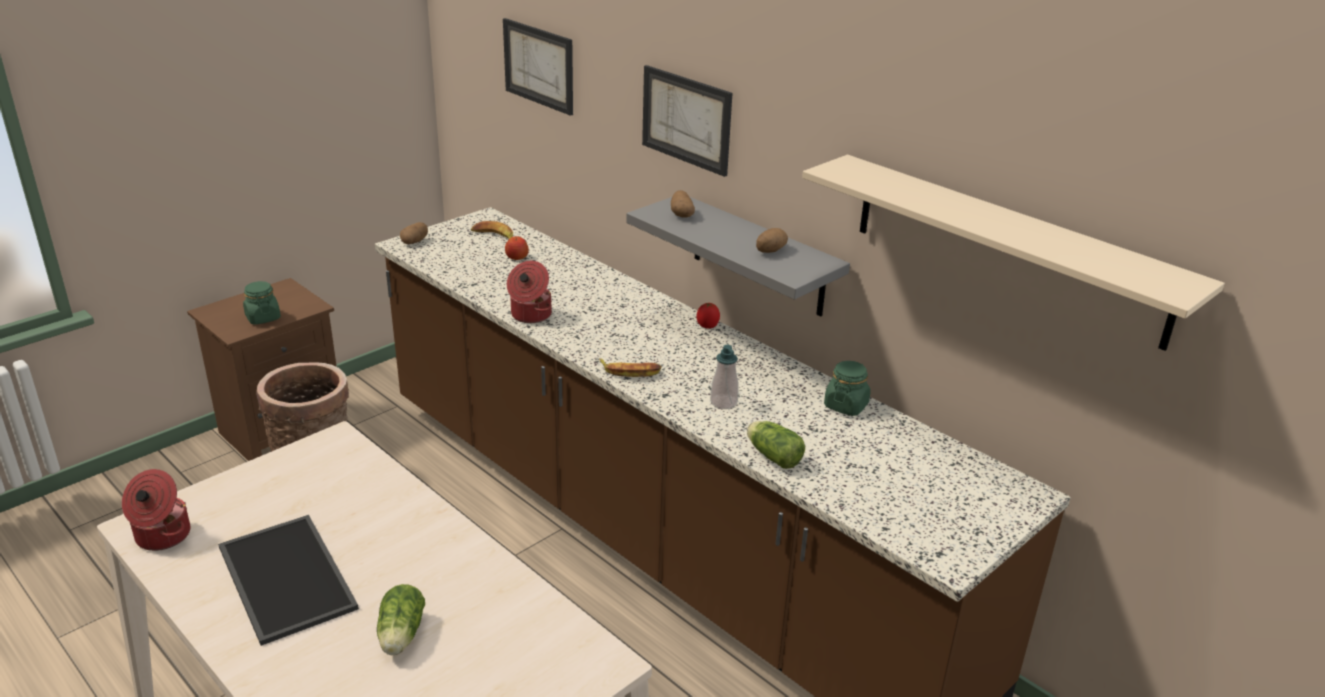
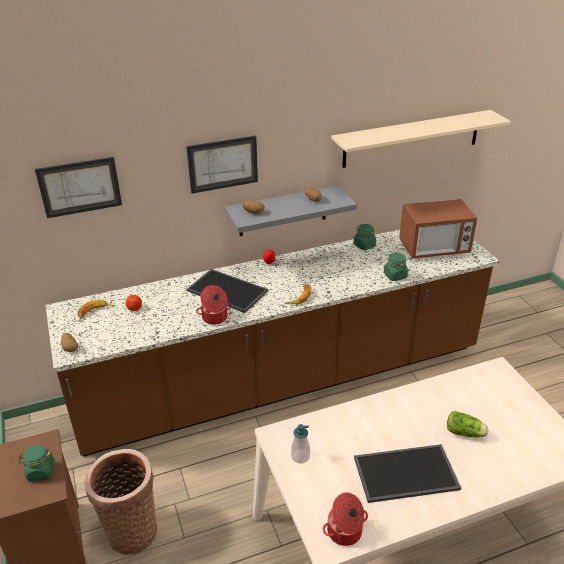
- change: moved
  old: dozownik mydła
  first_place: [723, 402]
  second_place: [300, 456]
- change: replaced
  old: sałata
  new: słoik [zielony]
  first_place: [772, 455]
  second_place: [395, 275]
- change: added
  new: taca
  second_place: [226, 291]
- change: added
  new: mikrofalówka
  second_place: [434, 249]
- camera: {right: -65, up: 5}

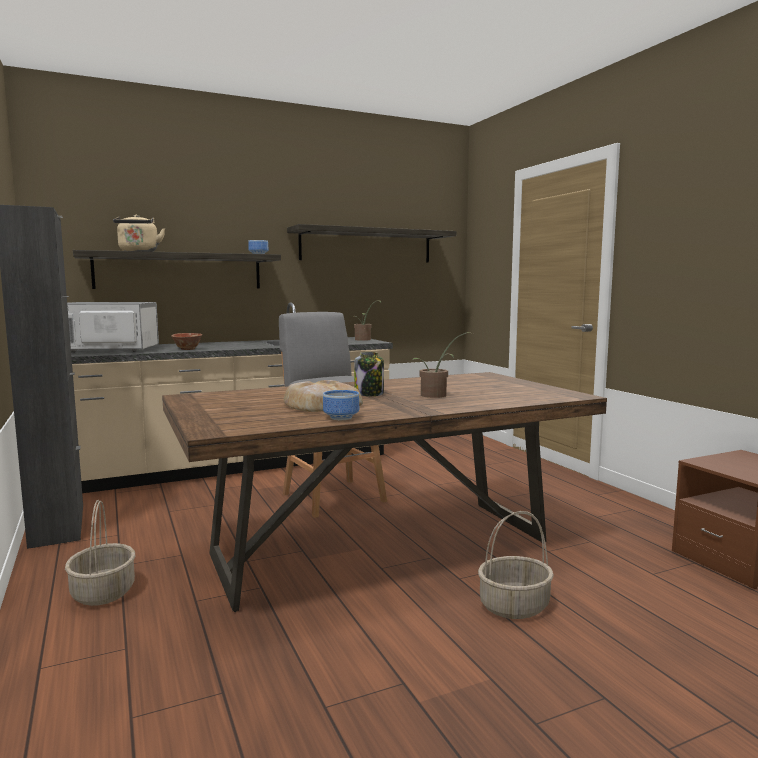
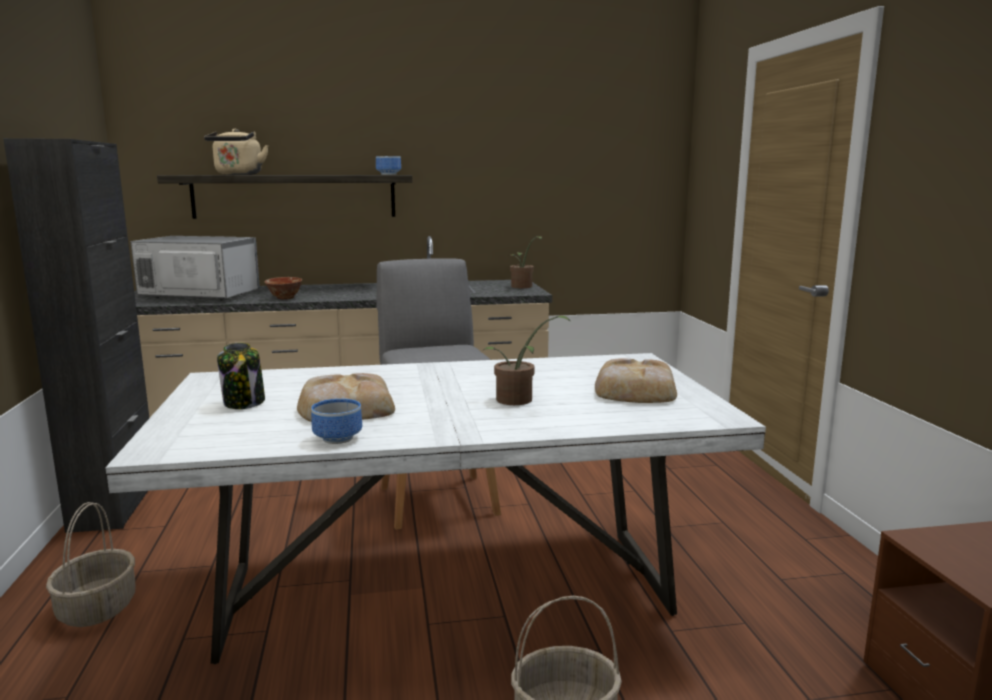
- change: recoloured
  old: stół jadalny [brązowy]
  new: stół jadalny [biały]
  first_place: [382, 548]
  second_place: [449, 591]
- change: removed
  old: półka
  first_place: [366, 246]
- change: moved
  old: słoik
  first_place: [369, 394]
  second_place: [244, 403]
- change: added
  new: chleb
  second_place: [634, 391]
- camera: {right: 15, up: 5}

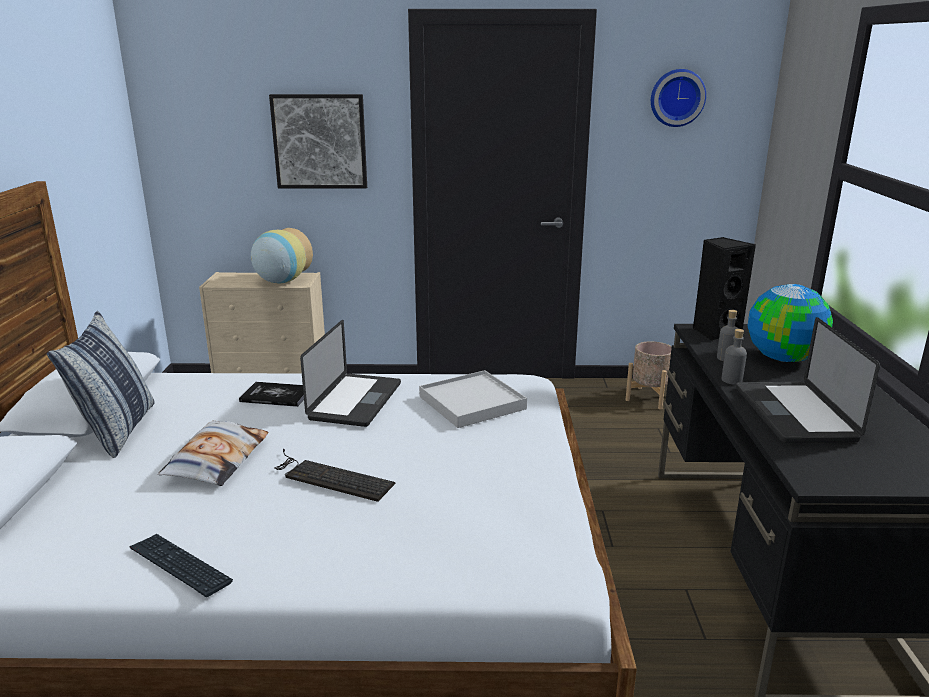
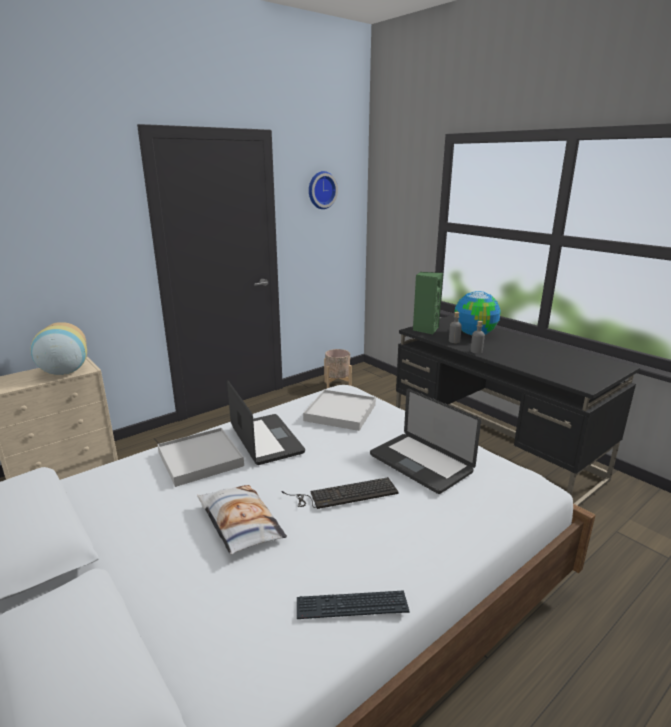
- change: removed
  old: poduszka
  first_place: [117, 430]
- change: replaced
  old: książka
  new: taca [biały]
  first_place: [276, 396]
  second_place: [200, 459]
- change: removed
  old: obraz
  first_place: [320, 141]
- change: recoloured
  old: głośnik [czarny]
  new: głośnik [zielony]
  first_place: [715, 332]
  second_place: [425, 329]
- change: moved
  old: laptop
  first_place: [794, 414]
  second_place: [420, 463]
- camera: {right: -40, up: 0}

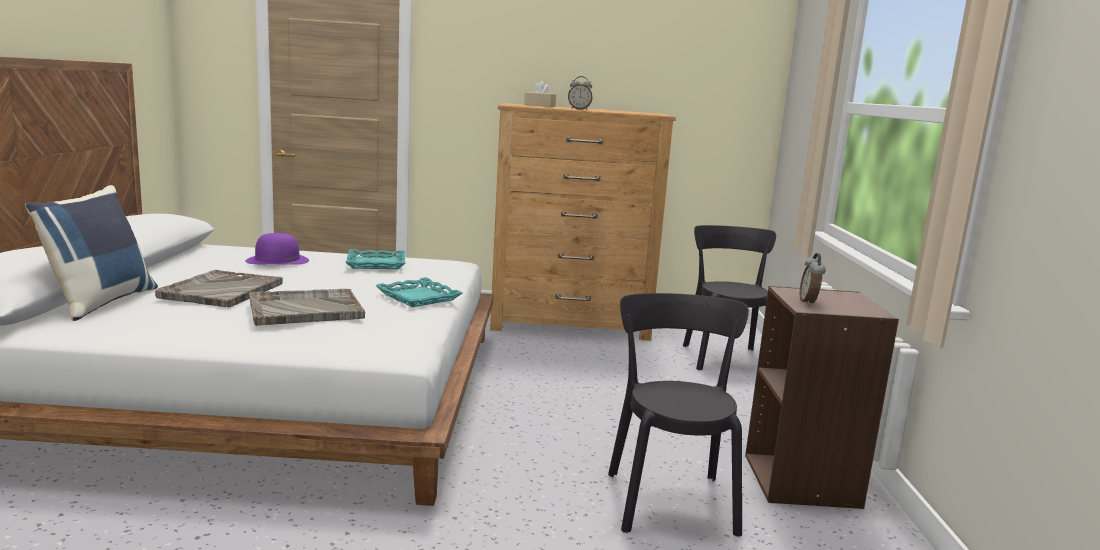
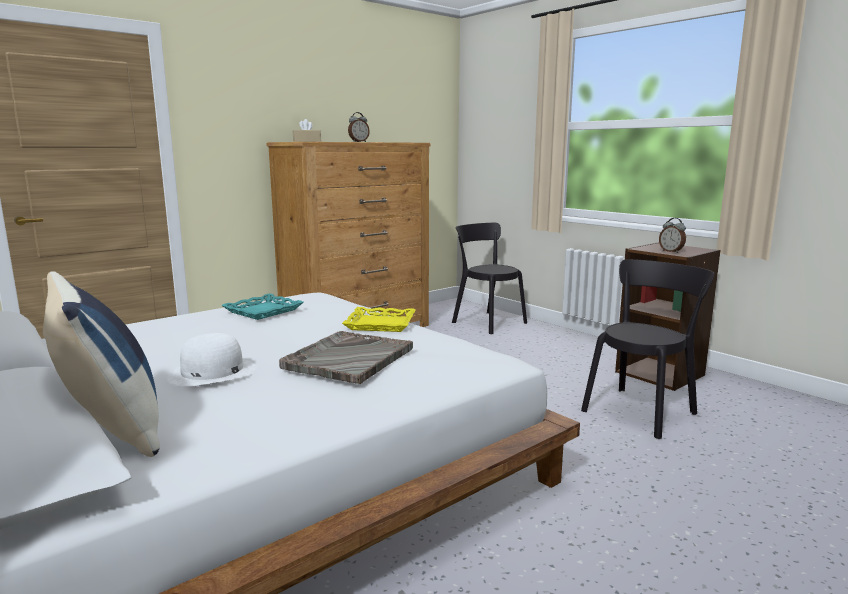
- change: replaced
  old: taca [szary]
  new: kapelusz [biały]
  first_place: [221, 291]
  second_place: [212, 372]
- change: removed
  old: kapelusz [fioletowy]
  first_place: [277, 260]
- change: recoloured
  old: taca [turkusowy]
  new: taca [żółty]
  first_place: [418, 297]
  second_place: [380, 324]
- change: turned
  old: krzesło [czarny]
  first_place: [670, 499]
  second_place: [641, 410]
  degrees: 90
- camera: {right: -40, up: 0}

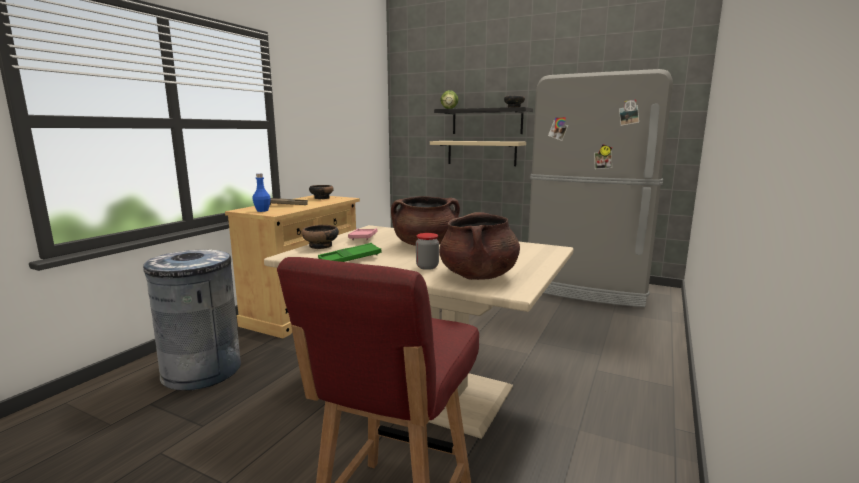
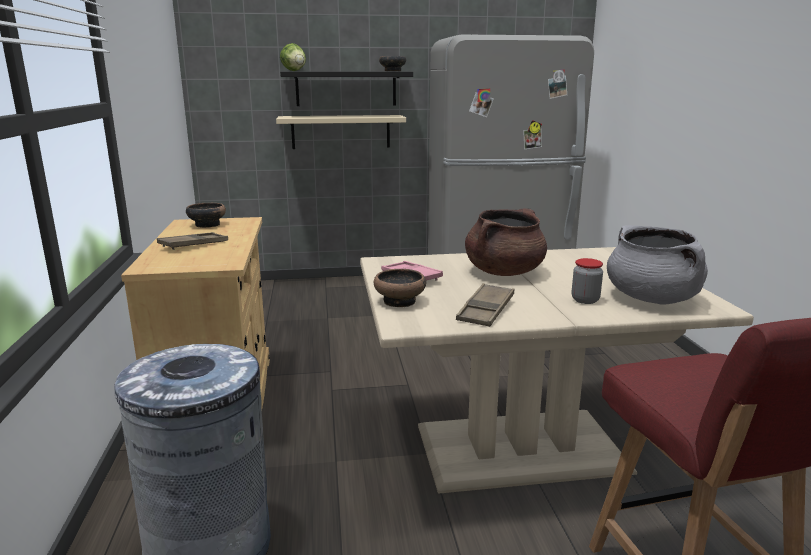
- change: removed
  old: butelka [niebieski]
  first_place: [262, 211]
- change: recoloured
  old: taca [zielony]
  new: taca [brązowy]
  first_place: [350, 259]
  second_place: [486, 310]
- change: recoloured
  old: garnek [brązowy]
  new: garnek [szary]
  first_place: [478, 276]
  second_place: [652, 298]
- camera: {right: -35, up: 5}

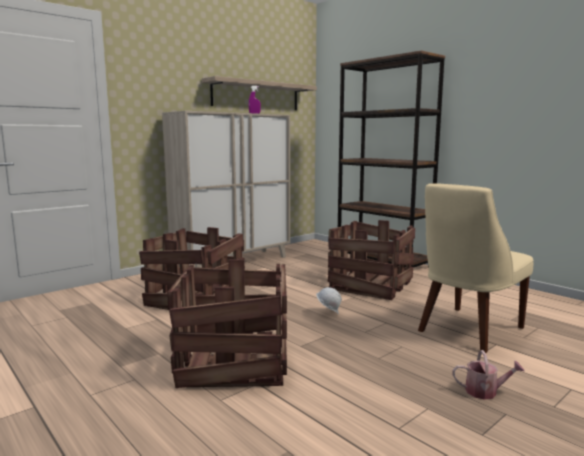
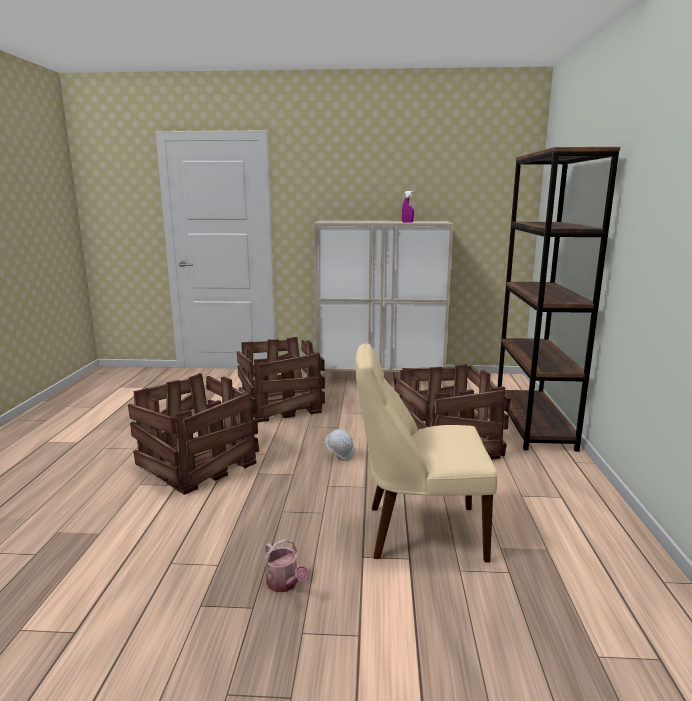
- change: removed
  old: półka
  first_place: [256, 95]
- camera: {right: 45, up: 5}

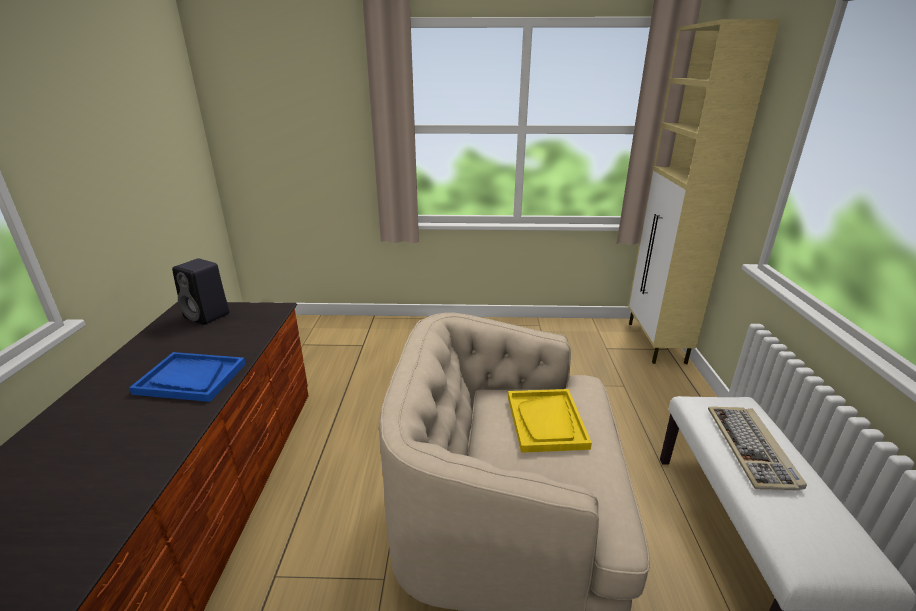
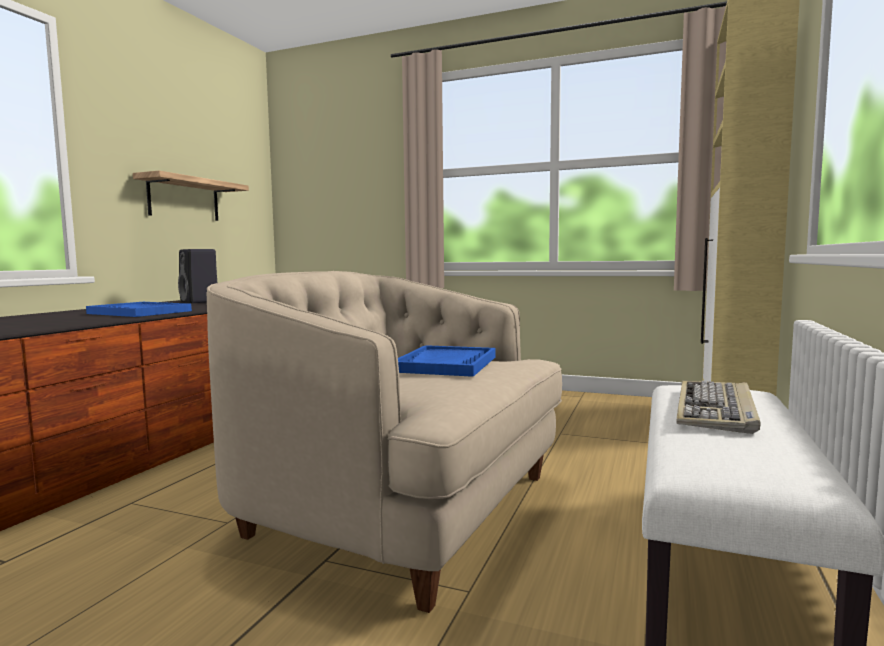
- change: recoloured
  old: taca [żółty]
  new: taca [niebieski]
  first_place: [546, 421]
  second_place: [446, 364]
- change: added
  new: półka
  second_place: [184, 199]
- camera: {right: 20, up: -20}

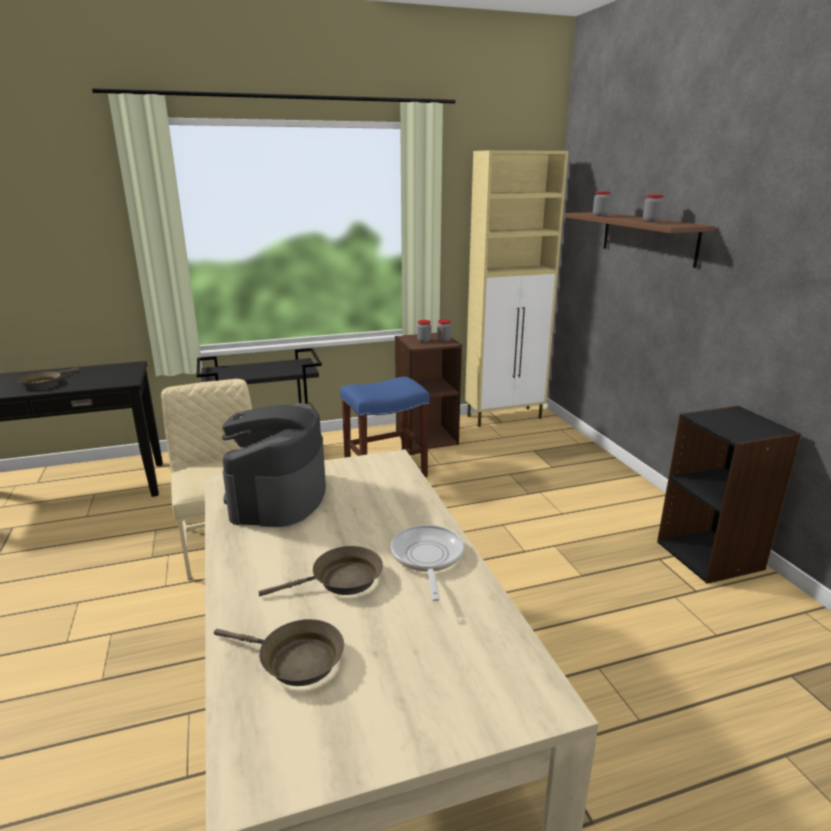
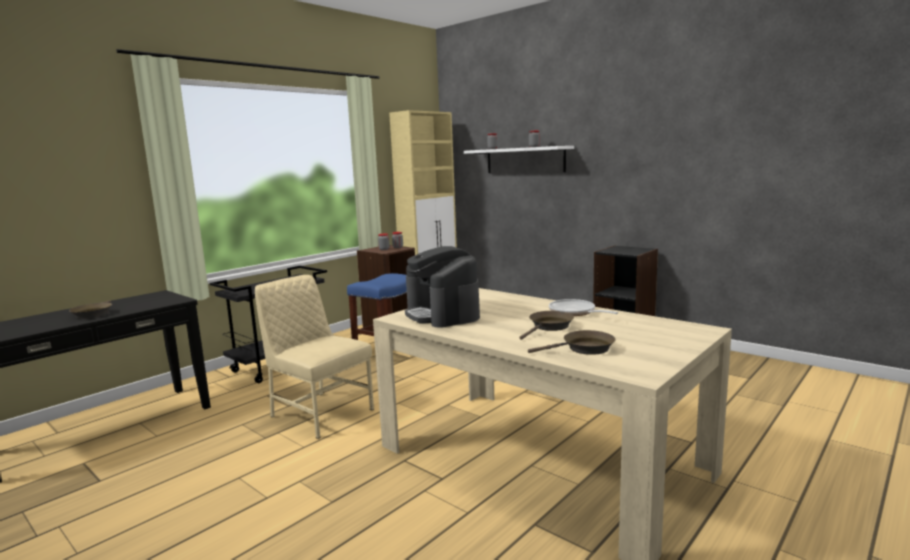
- change: recoloured
  old: półka [brązowy]
  new: półka [biały]
  first_place: [648, 237]
  second_place: [525, 160]
- camera: {right: -30, up: -10}

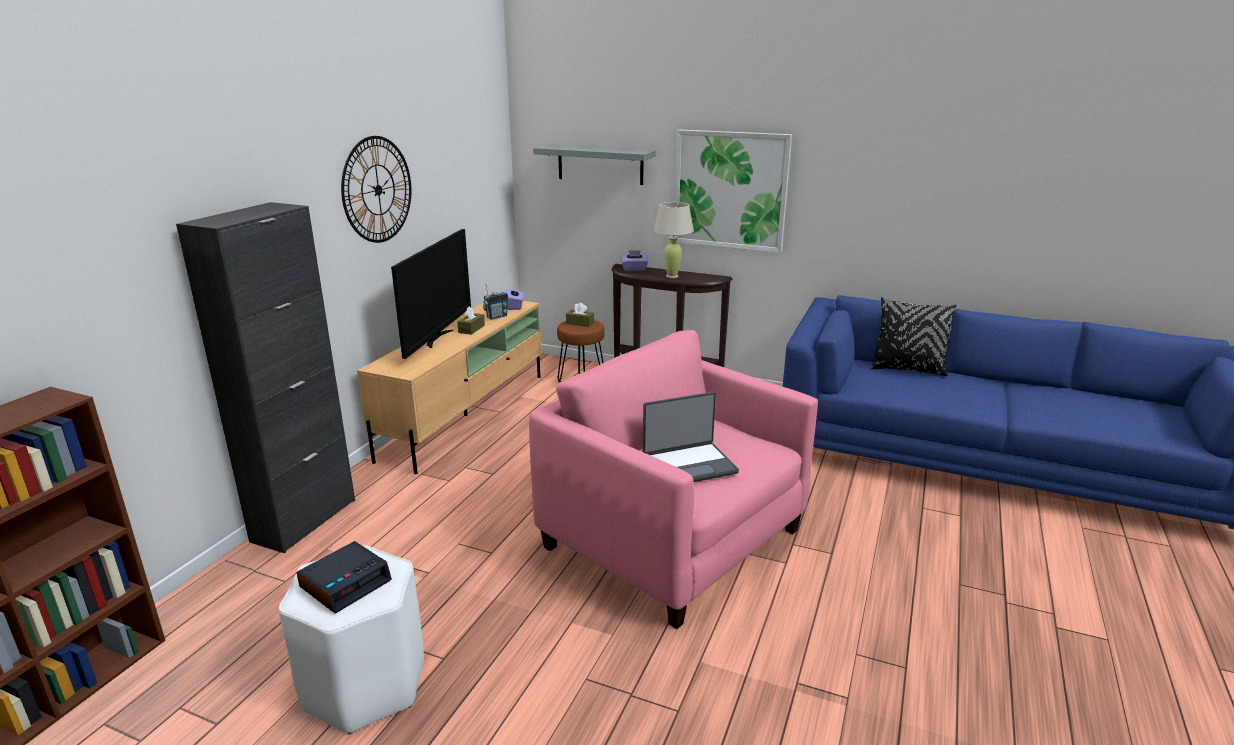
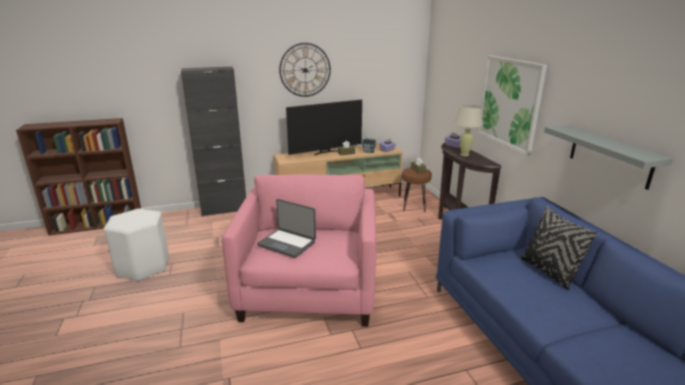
- change: removed
  old: budzik
  first_place: [346, 583]
- change: moved
  old: półka [szary]
  first_place: [600, 164]
  second_place: [610, 156]
- camera: {right: 50, up: 0}

